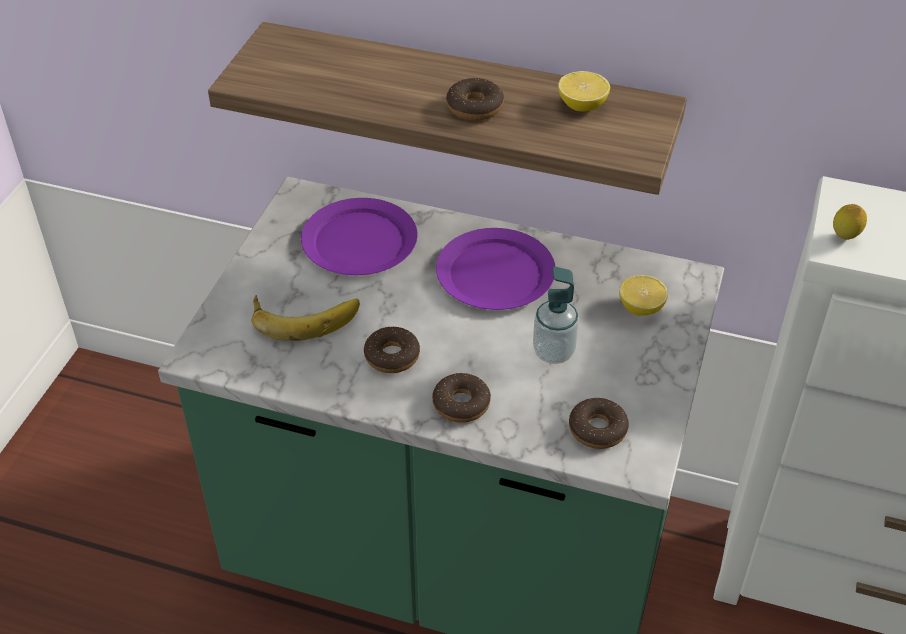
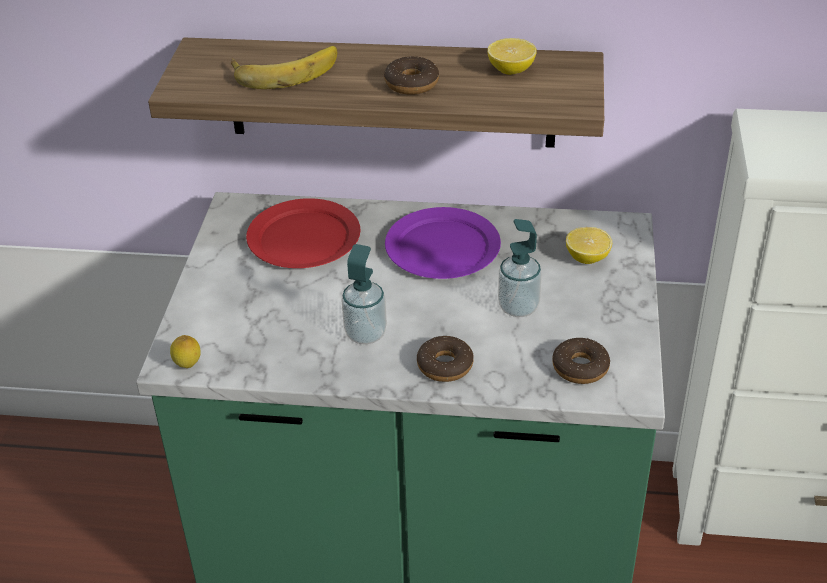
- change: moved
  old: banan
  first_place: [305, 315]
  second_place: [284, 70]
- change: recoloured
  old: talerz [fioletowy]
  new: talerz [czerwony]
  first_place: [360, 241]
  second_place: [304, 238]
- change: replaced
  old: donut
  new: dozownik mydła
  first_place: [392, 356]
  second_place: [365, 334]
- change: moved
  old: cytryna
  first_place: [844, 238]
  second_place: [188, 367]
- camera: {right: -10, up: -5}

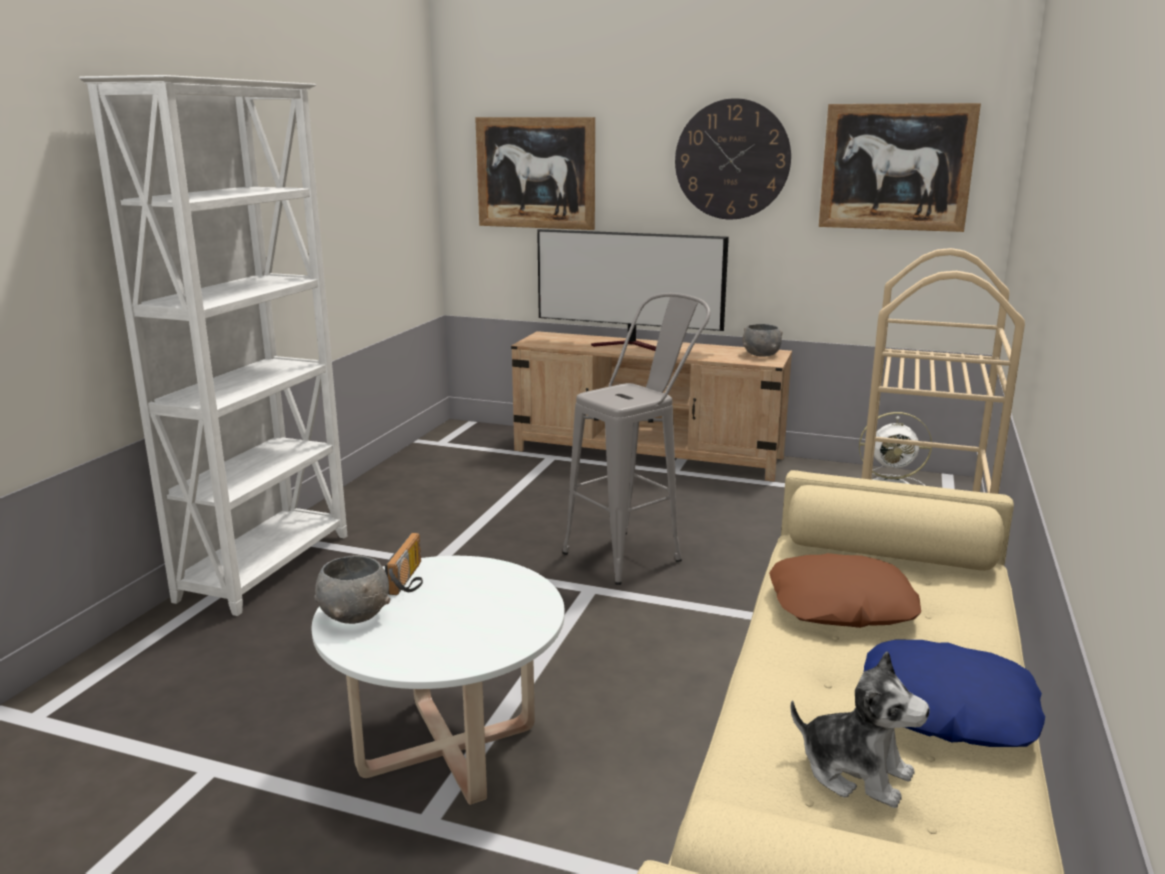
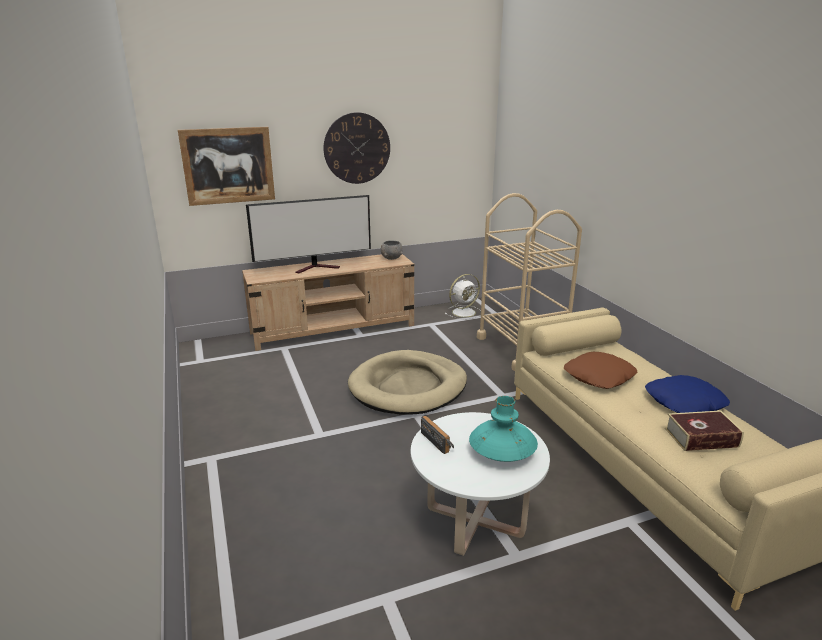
- change: removed
  old: regał [biały]
  first_place: [268, 566]
- change: removed
  old: miska [szary]
  first_place: [354, 616]
- change: replaced
  old: stołek [szary]
  new: legowisko [beżowy]
  first_place: [635, 552]
  second_place: [408, 387]
- change: replaced
  old: pluszak
  new: książka
  first_place: [855, 772]
  second_place: [701, 438]
- change: removed
  old: obraz
  first_place: [896, 167]
- change: added
  new: wazon [turkusowy]
  second_place: [502, 451]
- camera: {right: -40, up: 5}

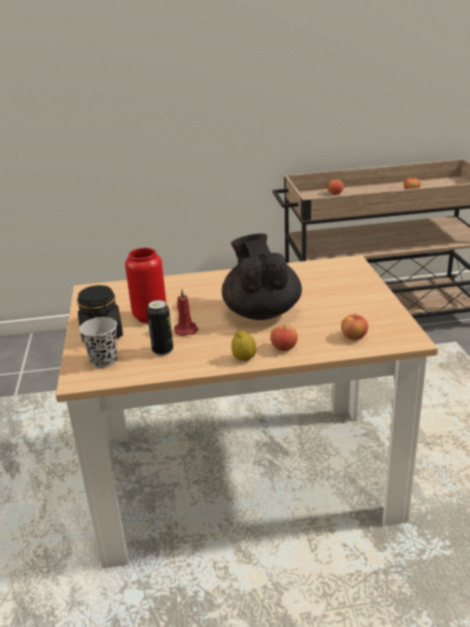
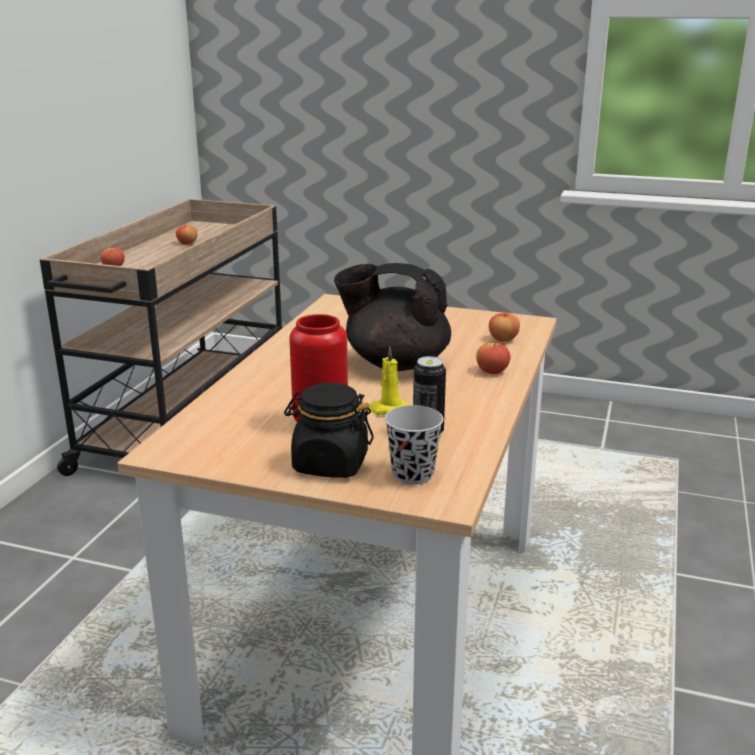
- change: recoloured
  old: świeca [czerwony]
  new: świeca [żółty]
  first_place: [185, 329]
  second_place: [387, 410]
- change: removed
  old: cytryna
  first_place: [244, 358]
- camera: {right: -65, up: -5}

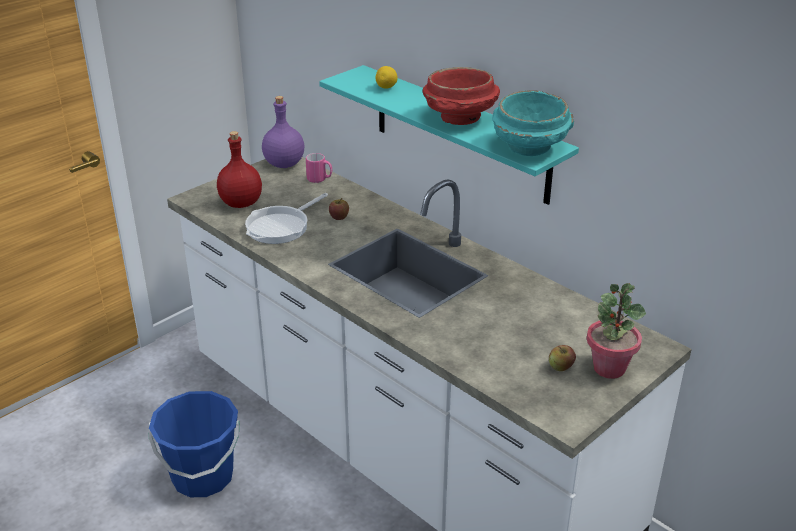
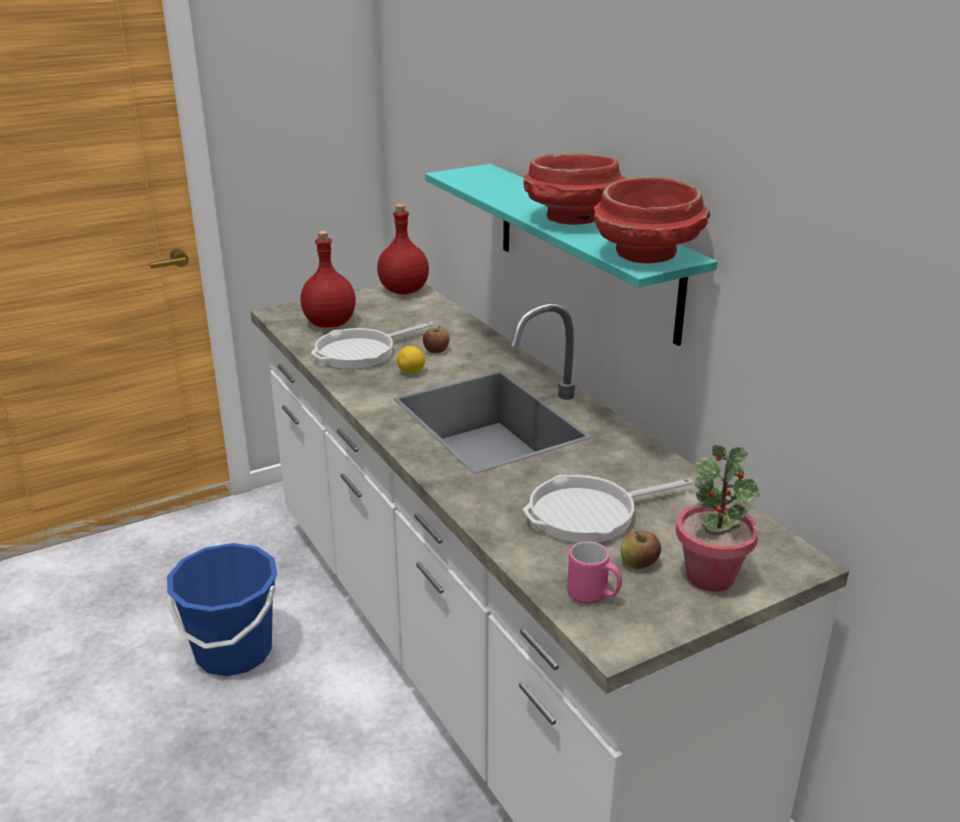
- change: recoloured
  old: butelka [fioletowy]
  new: butelka [czerwony]
  first_place: [284, 164]
  second_place: [403, 290]
- change: moved
  old: kubek [różowy]
  first_place: [319, 179]
  second_place: [593, 596]
- change: moved
  old: cytryna
  first_place: [386, 88]
  second_place: [411, 372]
- change: recoloured
  old: miska [turkusowy]
  new: miska [czerwony]
  first_place: [530, 147]
  second_place: [647, 254]
- change: added
  new: patelnia
  second_place: [589, 514]
- camera: {right: 15, up: -5}

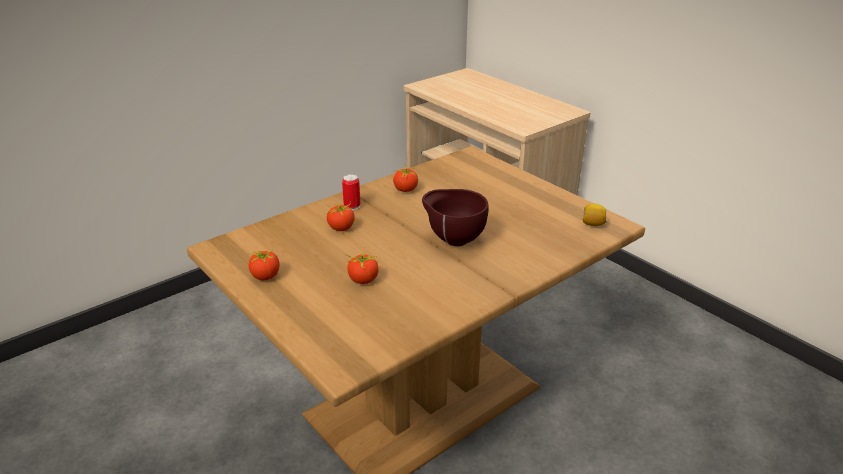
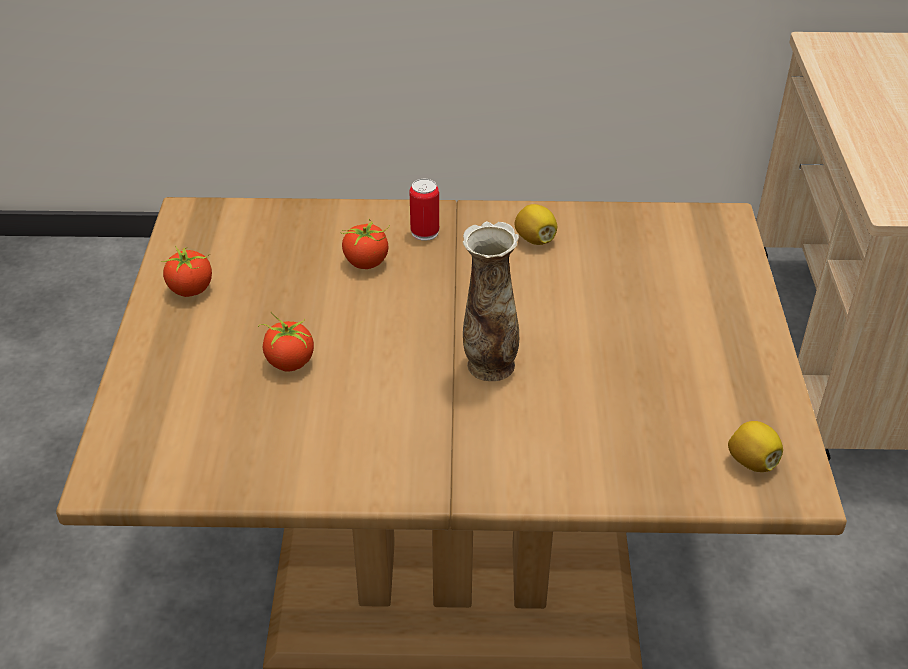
- change: replaced
  old: pomidor
  new: cytryna
  first_place: [405, 189]
  second_place: [535, 239]
- change: replaced
  old: miska [brązowy]
  new: wazon
  first_place: [453, 240]
  second_place: [489, 365]
- camera: {right: 40, up: 10}

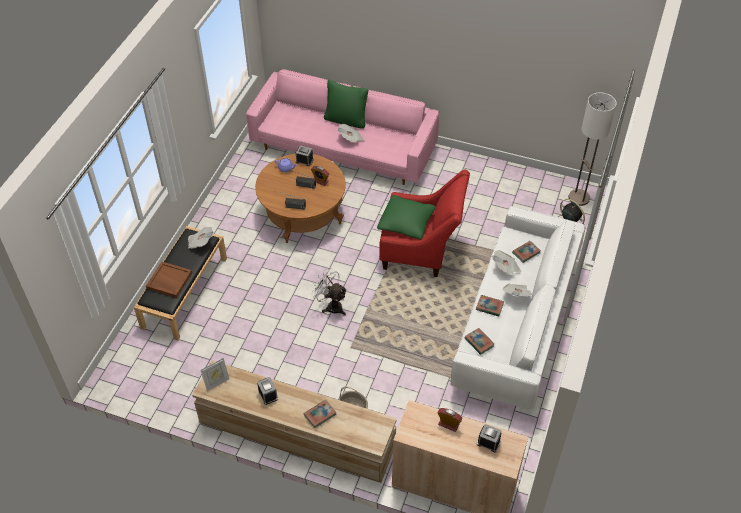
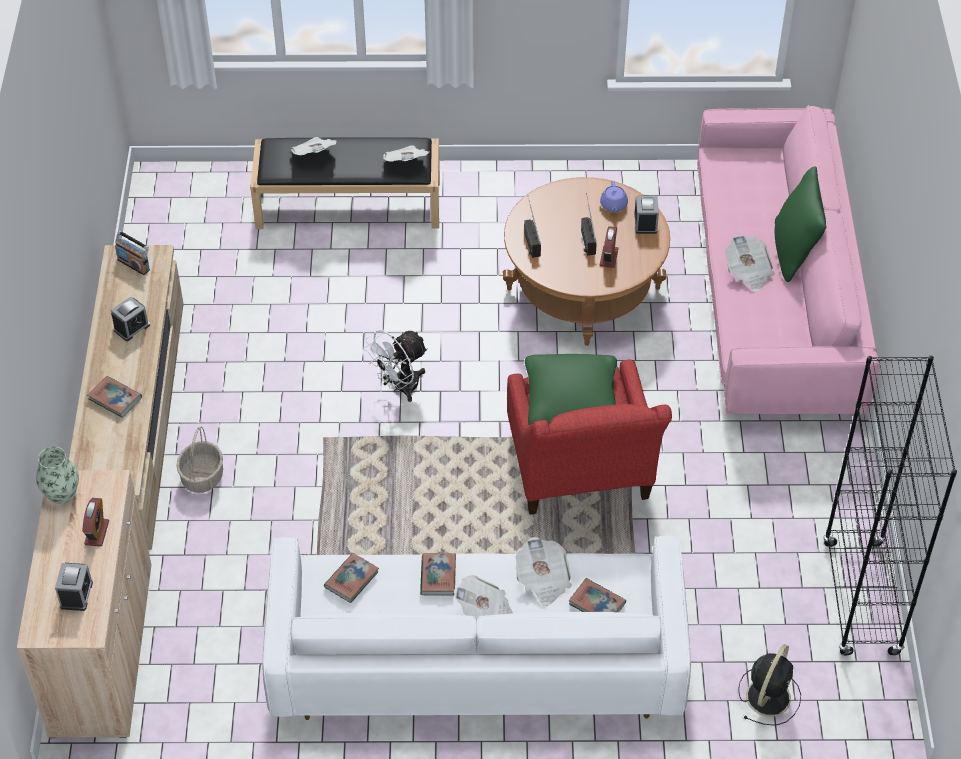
- change: replaced
  old: taca [brązowy]
  new: gazeta
  first_place: [169, 281]
  second_place: [314, 155]
- change: replaced
  old: ramka na zdjęcie
  new: radio
  first_place: [217, 383]
  second_place: [134, 264]
- change: turned
  old: wentylator [biały]
  first_place: [331, 306]
  second_place: [399, 387]
  degrees: -150
- change: removed
  old: lampa stojąca
  first_place: [579, 198]
- change: added
  new: wazon
  second_place: [61, 492]
- change: added
  new: regał [czarny]
  second_place: [861, 599]
- camera: {right: 70, up: 0}

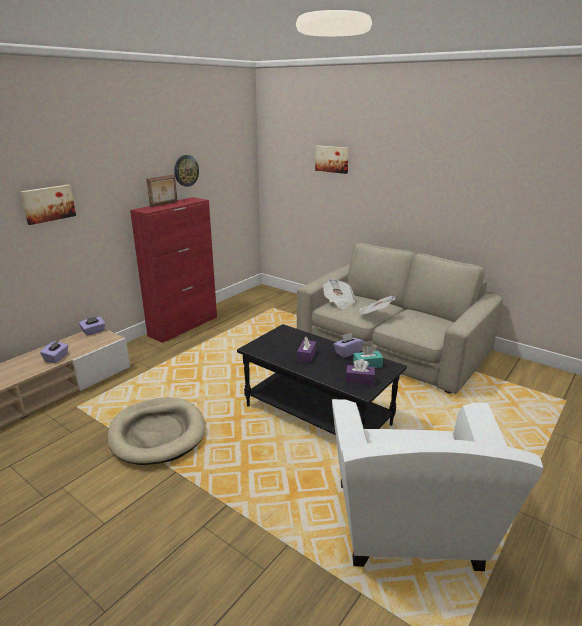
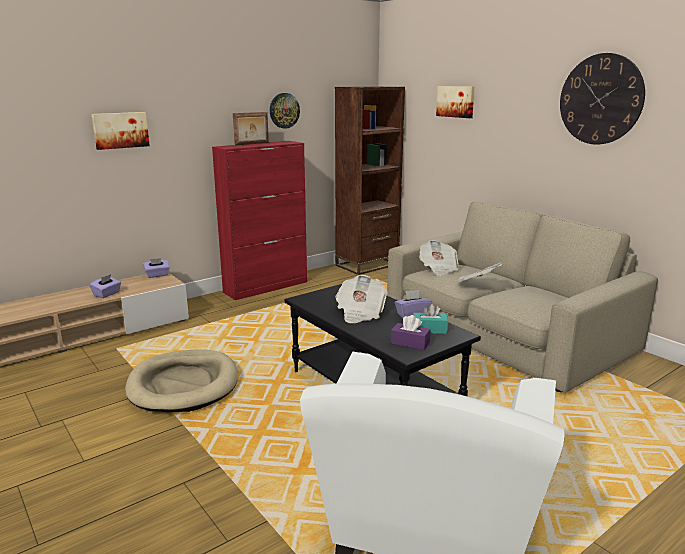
- change: replaced
  old: pudełko chusteczek [fioletowy]
  new: gazeta
  first_place: [306, 356]
  second_place: [360, 313]
- change: added
  new: regał [brązowy]
  second_place: [367, 265]
- change: added
  new: zegar ścienny
  second_place: [600, 99]
- camera: {right: 15, up: -5}

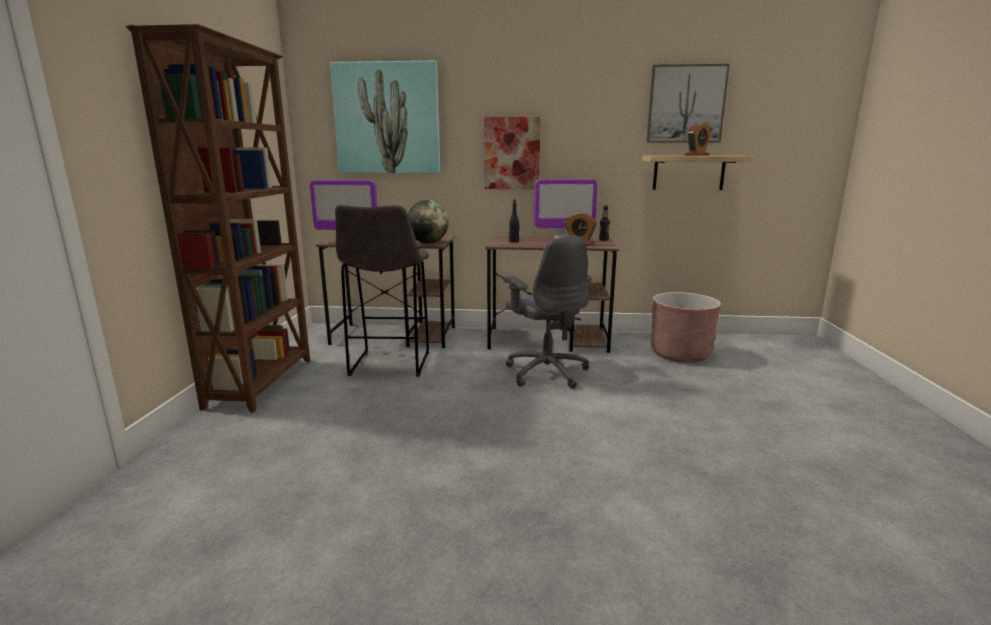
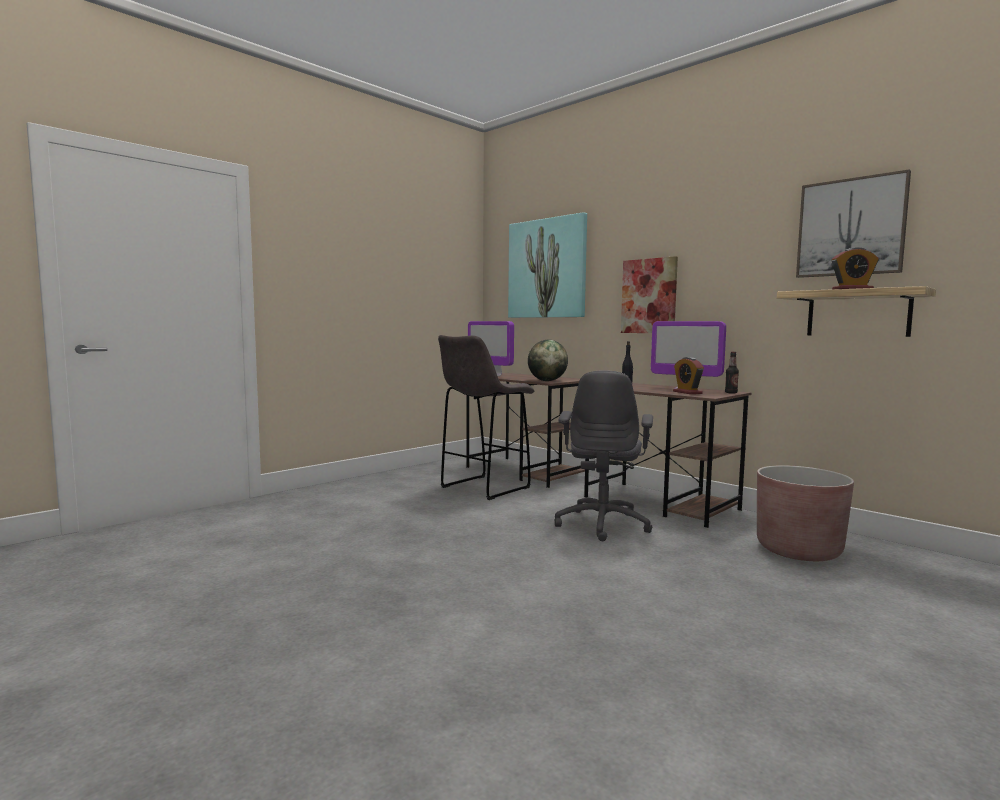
- change: removed
  old: regał [brązowy]
  first_place: [262, 382]
- camera: {right: 40, up: -10}

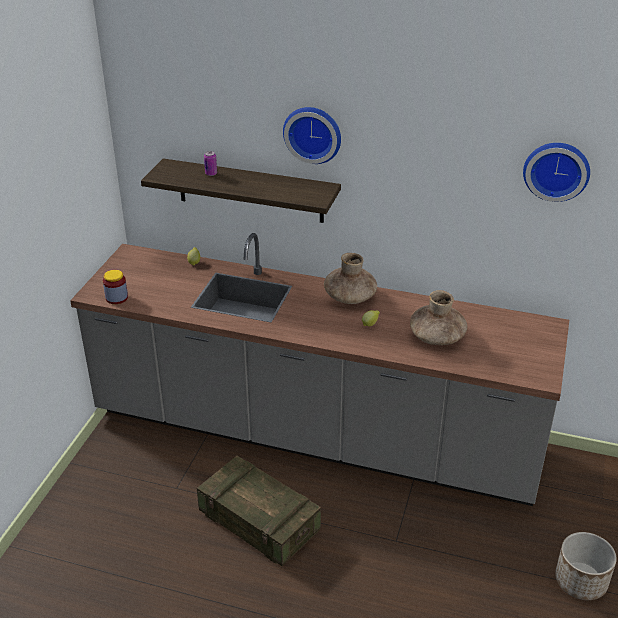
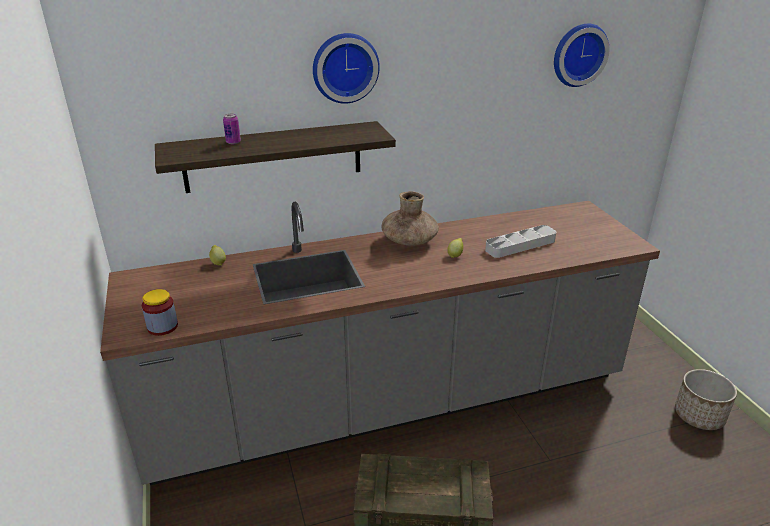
- change: replaced
  old: wazon [brązowy]
  new: taca [szary]
  first_place: [437, 337]
  second_place: [520, 245]
- camera: {right: -35, up: -5}

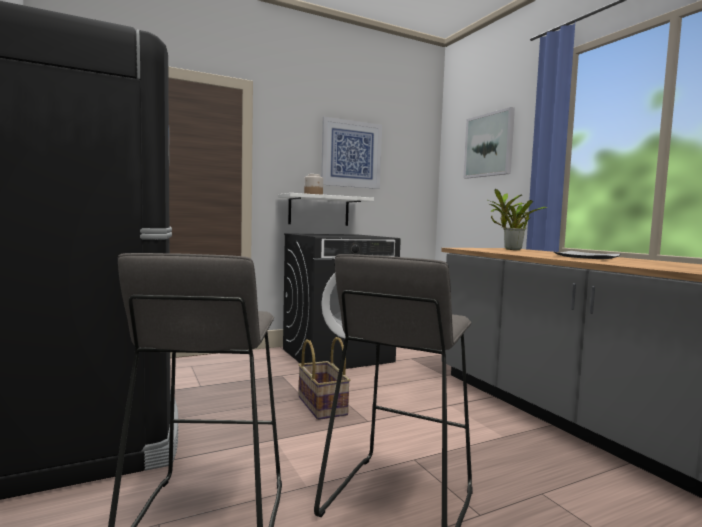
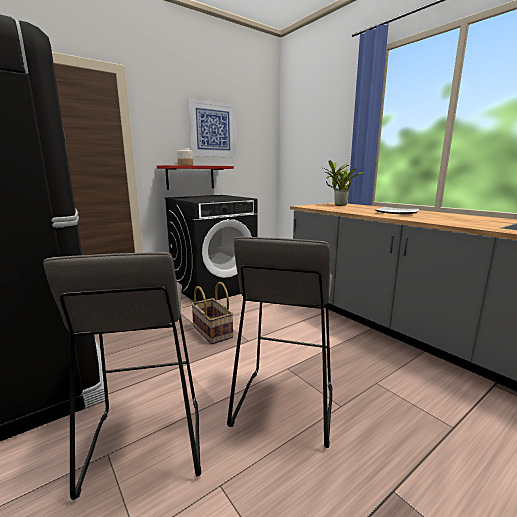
- change: recoloured
  old: półka [biały]
  new: półka [czerwony]
  first_place: [319, 210]
  second_place: [190, 177]
- change: removed
  old: obraz
  first_place: [489, 145]
- camera: {right: -10, up: 10}

